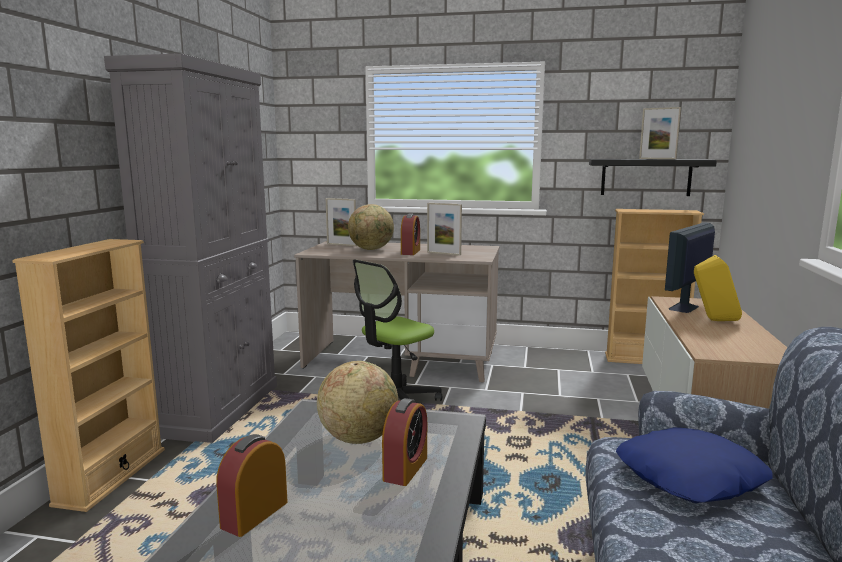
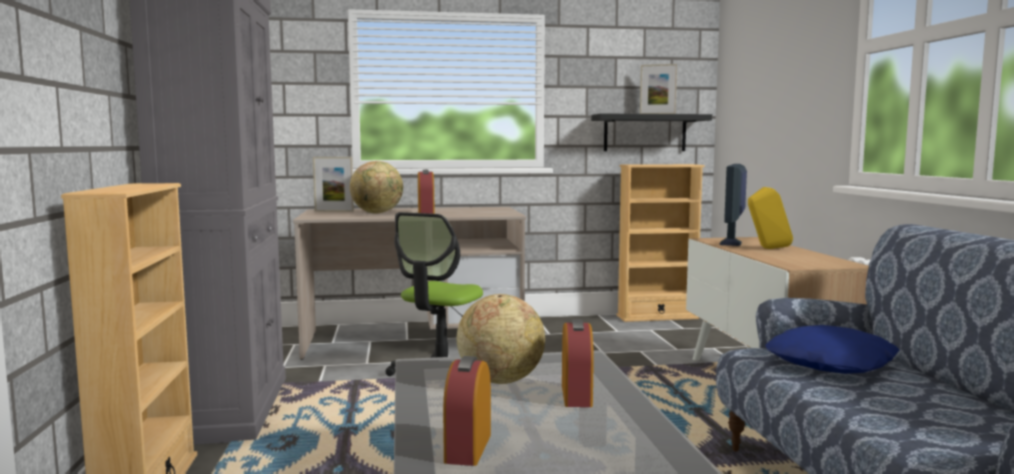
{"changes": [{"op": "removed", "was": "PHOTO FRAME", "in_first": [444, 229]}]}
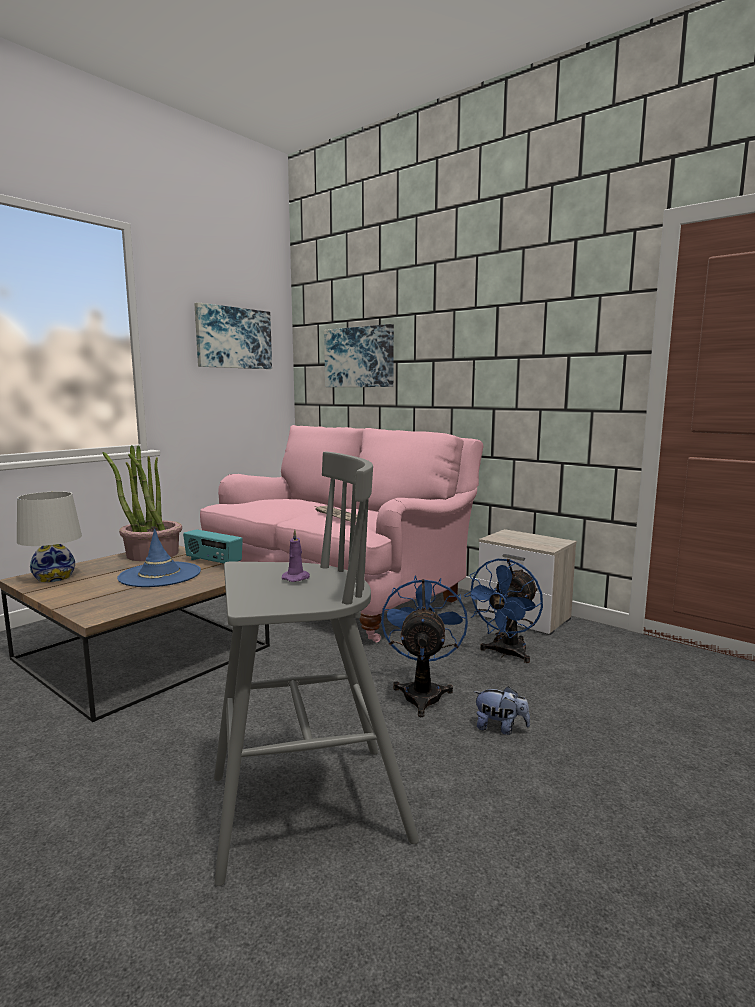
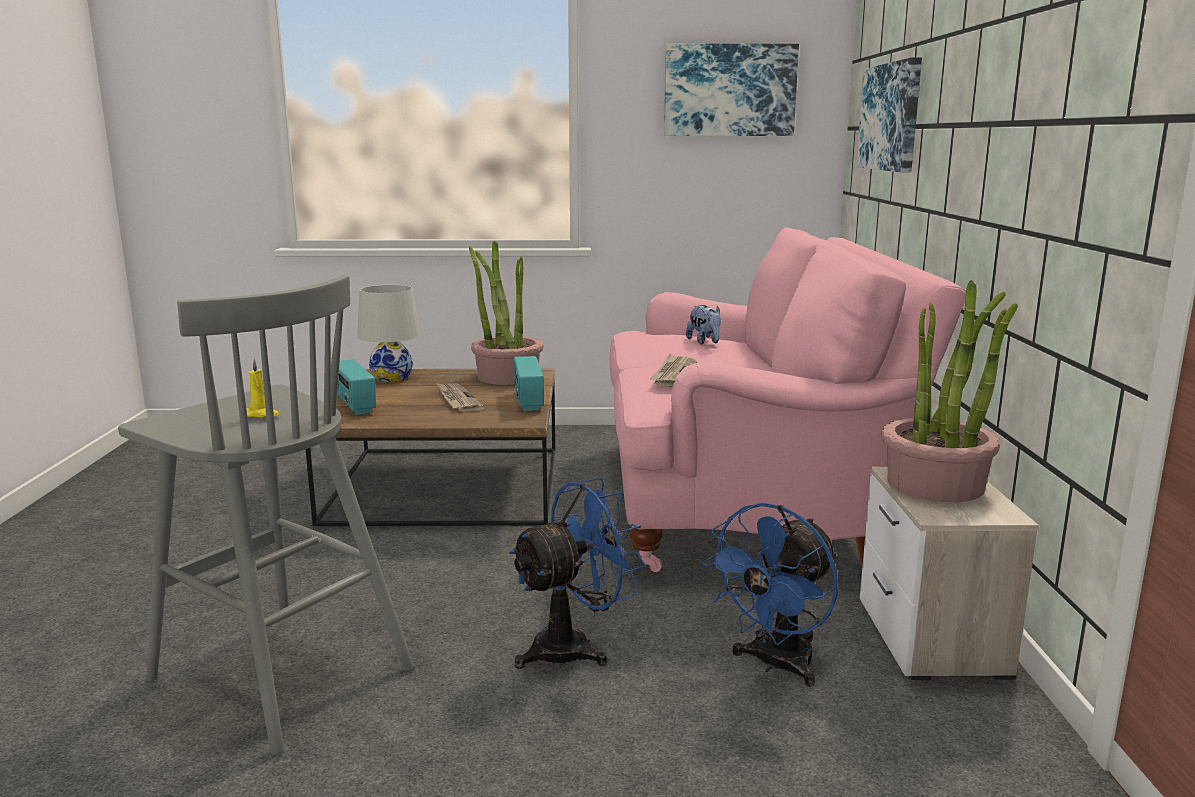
{"changes": [{"op": "added", "now": "RADIO", "in_second": [356, 387]}, {"op": "added", "now": "PLANT IN A POT", "in_second": [950, 391]}, {"op": "moved", "was": "PLUSH TOY", "in_first": [502, 710], "in_second": [703, 325]}, {"op": "replaced", "was": "BLUISH WEARABLE HAT", "now": "PRINTED PAPER", "in_first": [159, 558], "in_second": [460, 397]}, {"op": "recoloured", "was": "PURPLISH WAX LIGHT", "now": "YELLOW WAX LIGHT", "in_first": [296, 555], "in_second": [262, 388]}, {"op": "turned", "was": "BLUISH FAN", "in_first": [503, 611], "in_second": [770, 594], "clockwise": -45}]}
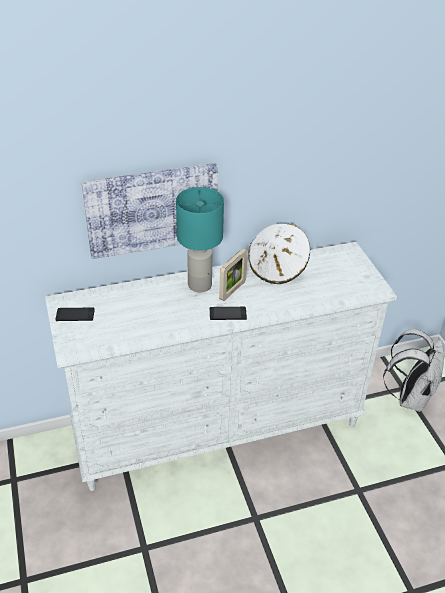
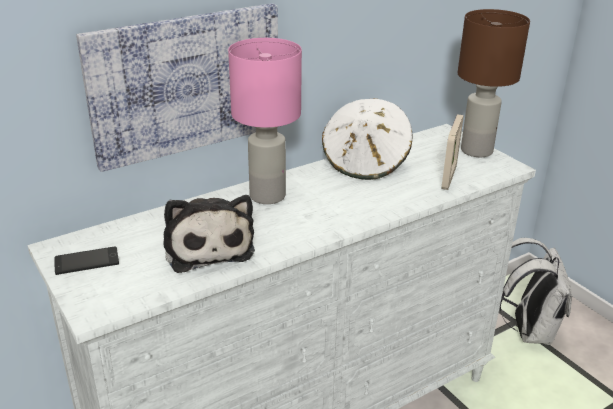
{"changes": [{"op": "removed", "was": "PHONE", "in_first": [228, 313]}, {"op": "added", "now": "PLUSH TOY", "in_second": [209, 234]}, {"op": "added", "now": "BROWNISH LAMP FOR A TABLE", "in_second": [493, 83]}, {"op": "moved", "was": "PHOTO FRAME", "in_first": [233, 274], "in_second": [452, 152]}, {"op": "recoloured", "was": "BLUE-GREEN LAMP FOR A TABLE", "now": "PINK LAMP FOR A TABLE", "in_first": [200, 239], "in_second": [265, 121]}]}
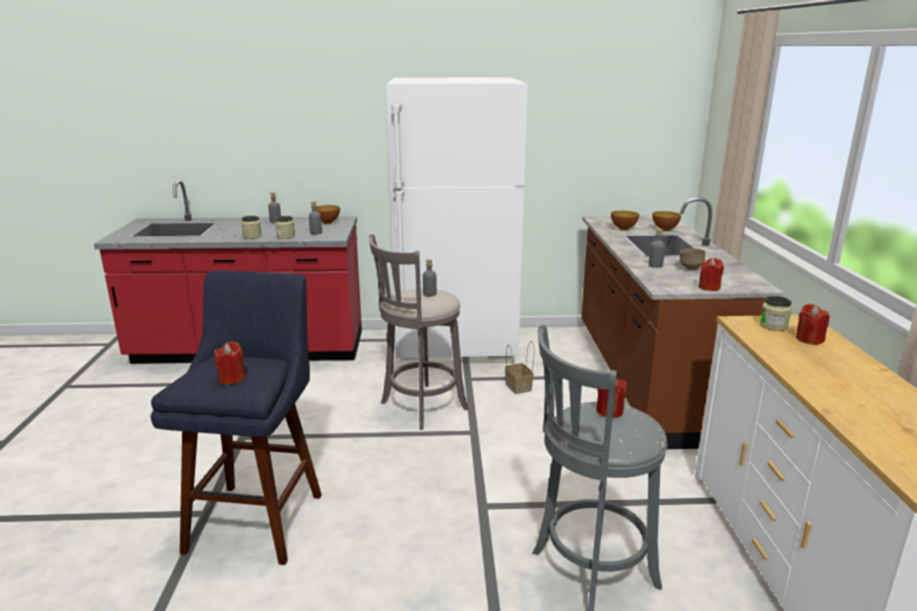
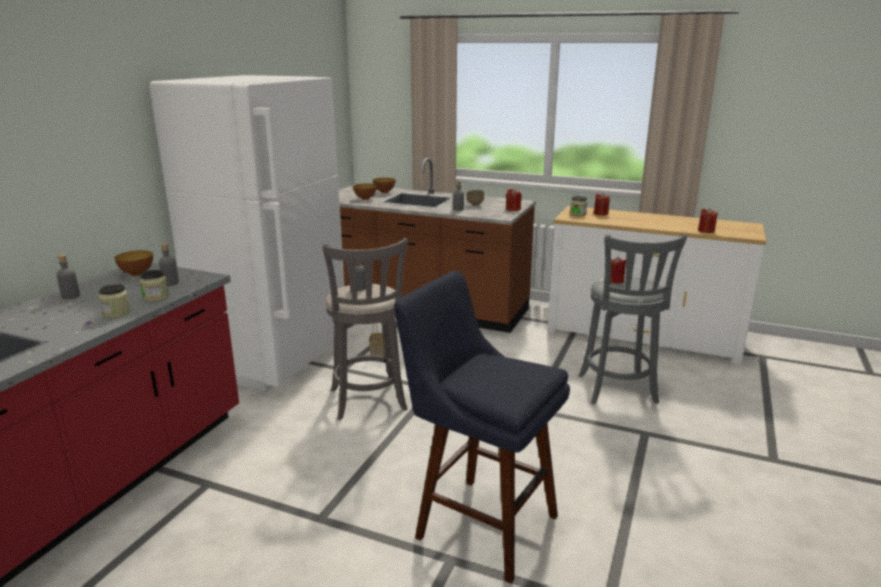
{"changes": [{"op": "moved", "was": "RED-COLOURED WAX LIGHT", "in_first": [230, 363], "in_second": [708, 220]}]}
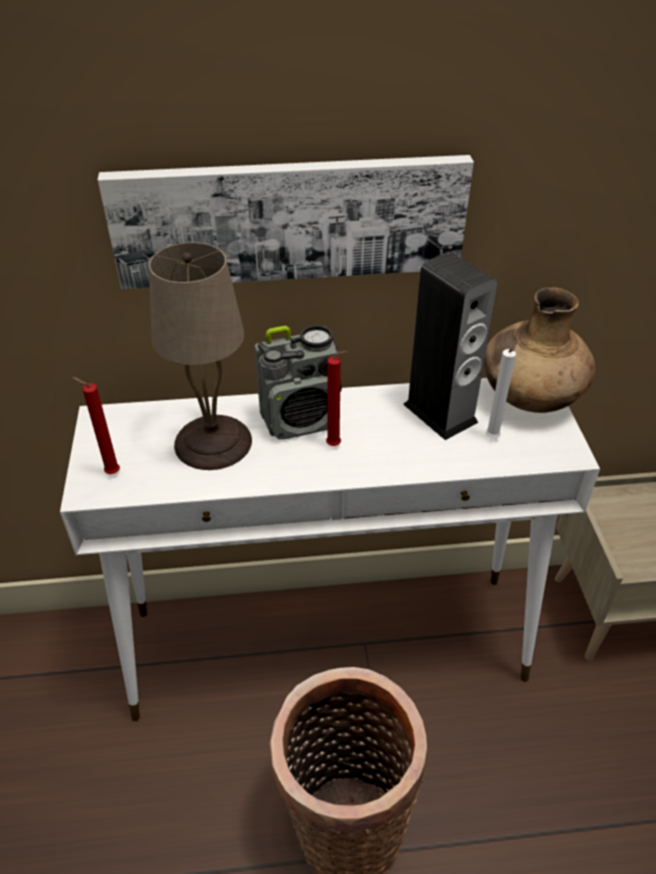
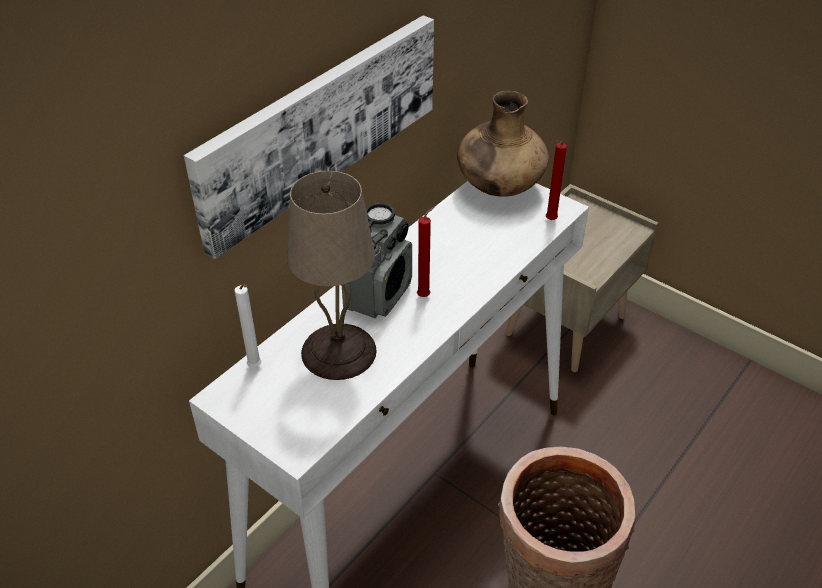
{"changes": [{"op": "removed", "was": "AUDIO SPEAKER", "in_first": [450, 346]}, {"op": "moved", "was": "RED-COLOURED WAX LIGHT", "in_first": [95, 425], "in_second": [556, 180]}, {"op": "moved", "was": "WHITE WAX LIGHT", "in_first": [501, 393], "in_second": [248, 326]}]}
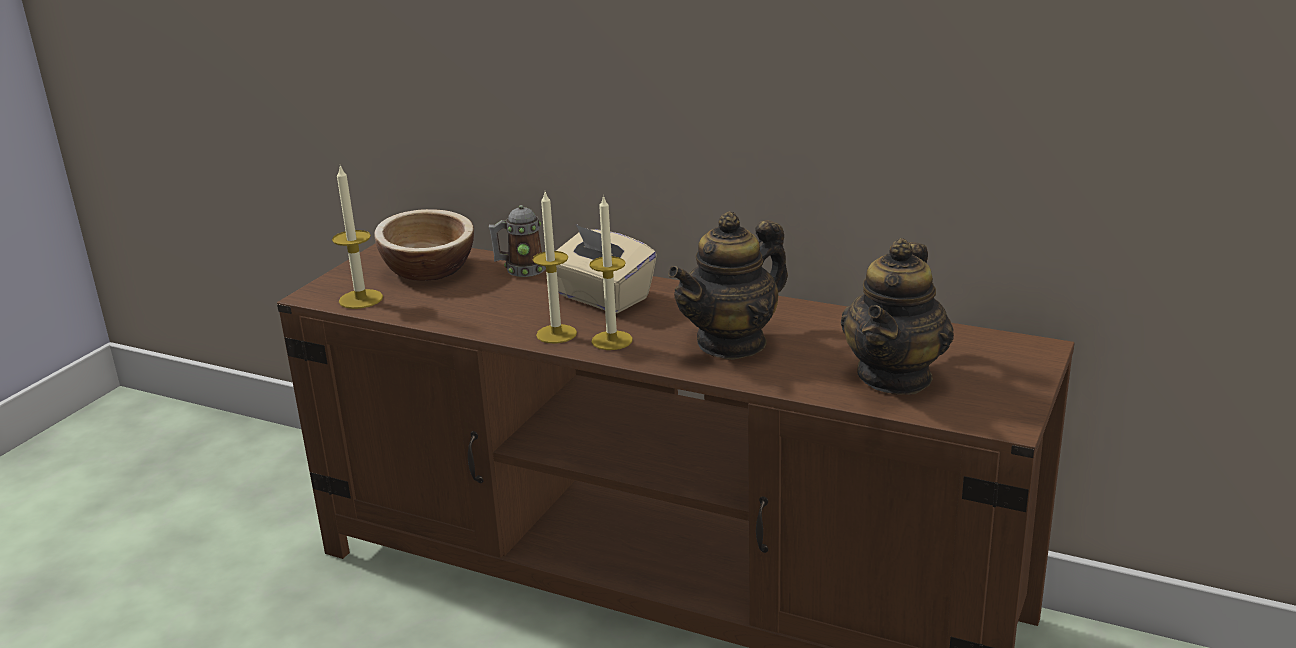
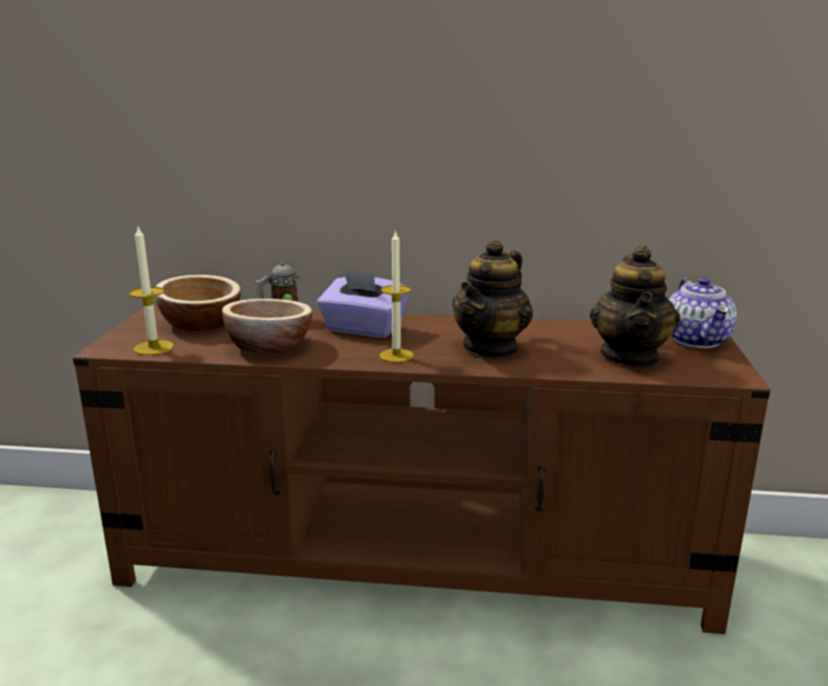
{"changes": [{"op": "removed", "was": "WAX LIGHT", "in_first": [555, 267]}, {"op": "added", "now": "DEEP DISH", "in_second": [267, 326]}, {"op": "added", "now": "POT FOR TEA", "in_second": [703, 312]}, {"op": "recoloured", "was": "BEIGE TISSUE HOLDER", "now": "PURPLISH TISSUE HOLDER", "in_first": [606, 268], "in_second": [363, 303]}]}
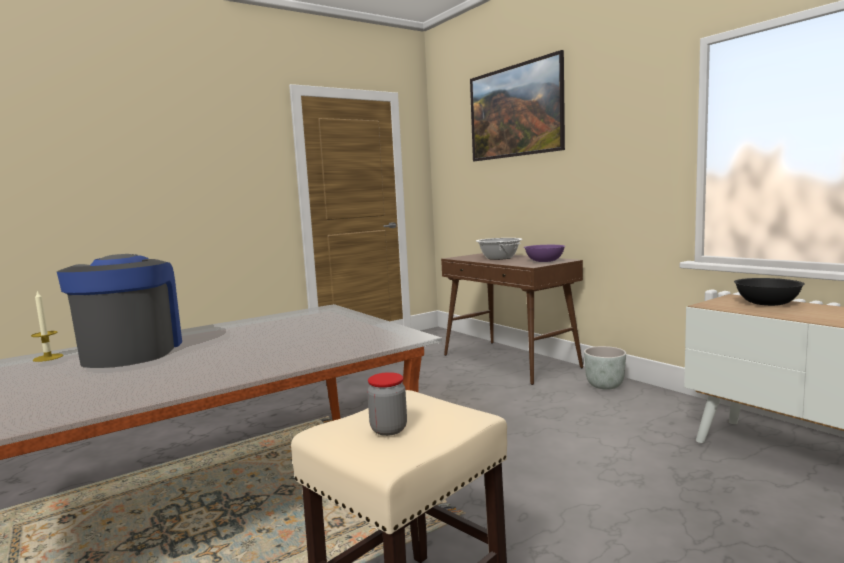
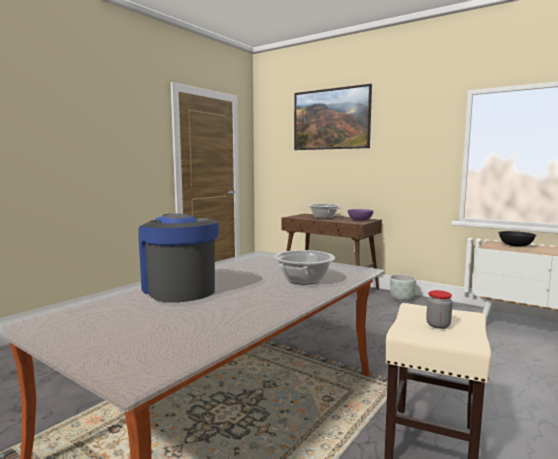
{"changes": [{"op": "removed", "was": "WAX LIGHT", "in_first": [47, 326]}, {"op": "added", "now": "COOKING POT", "in_second": [304, 267]}]}
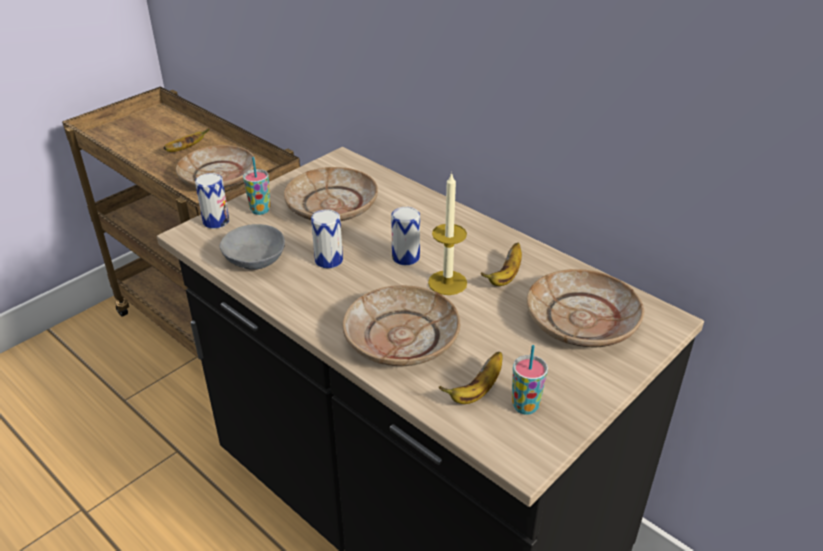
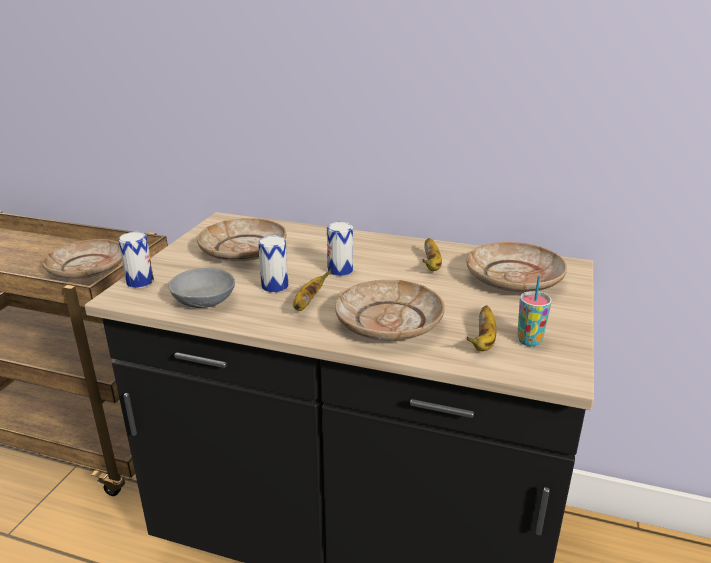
{"changes": [{"op": "removed", "was": "SMALL CUP", "in_first": [256, 186]}, {"op": "removed", "was": "WAX LIGHT", "in_first": [447, 233]}, {"op": "moved", "was": "BANANA", "in_first": [187, 140], "in_second": [312, 290]}]}
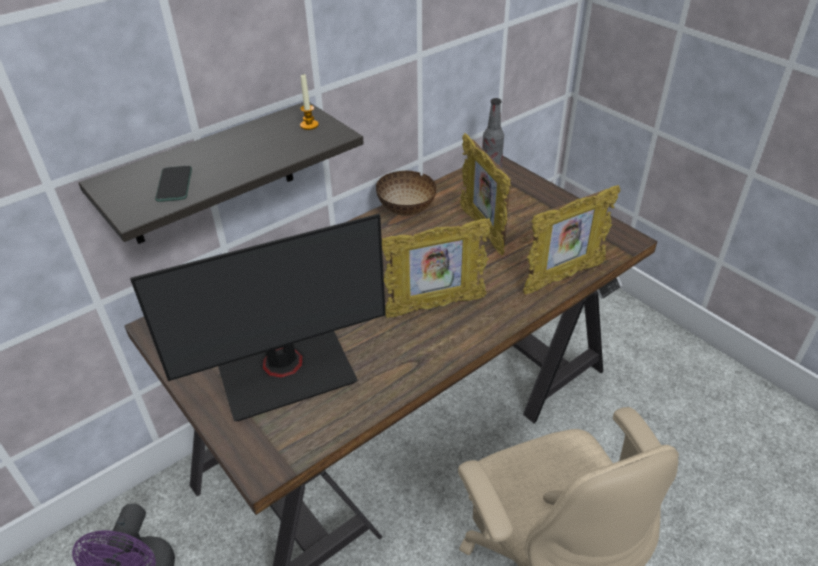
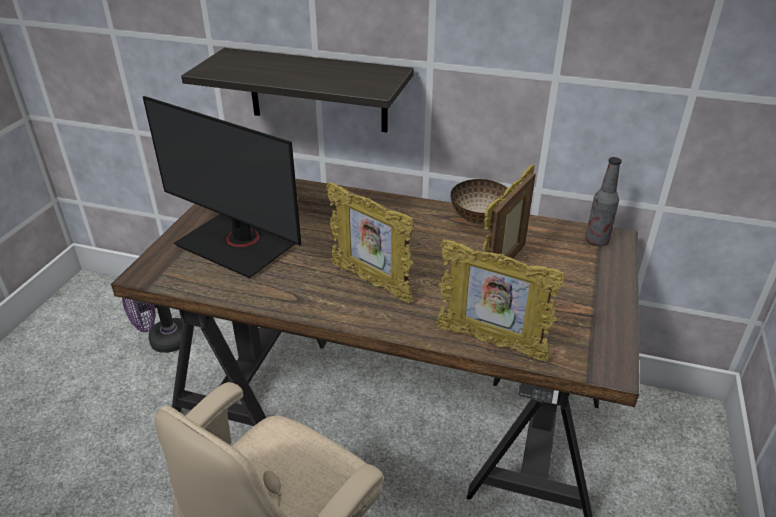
{"changes": [{"op": "removed", "was": "PHONE", "in_first": [173, 184]}, {"op": "removed", "was": "WAX LIGHT", "in_first": [309, 102]}]}
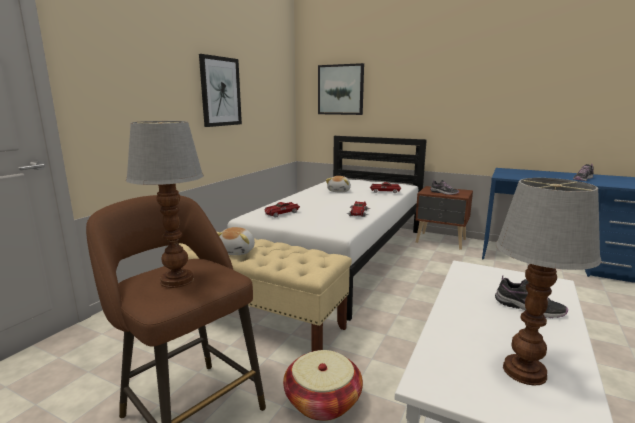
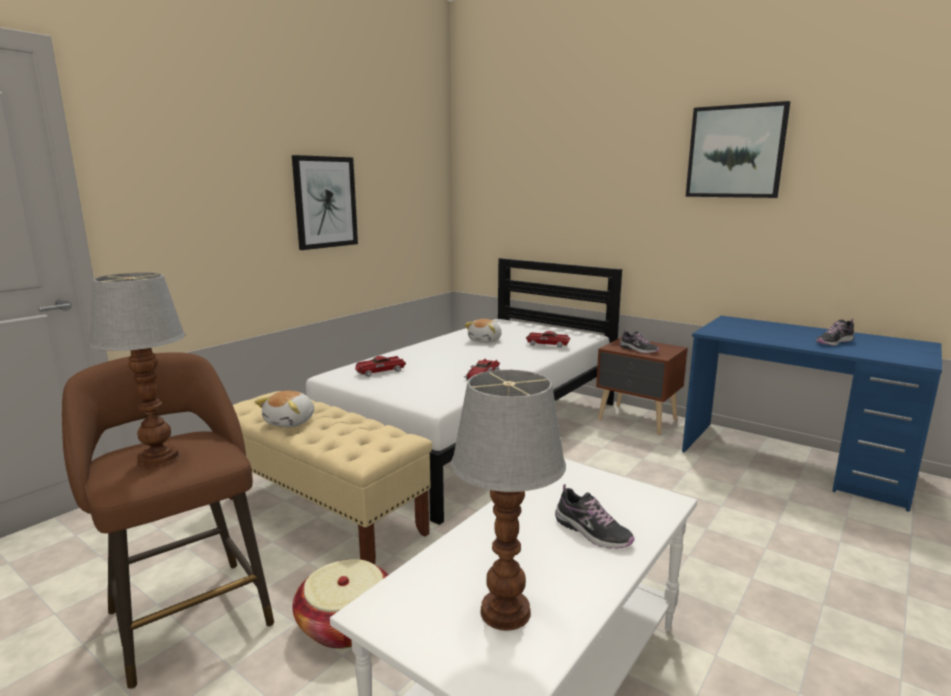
{"changes": [{"op": "moved", "was": "WALL PICTURE", "in_first": [341, 89], "in_second": [738, 149]}]}
